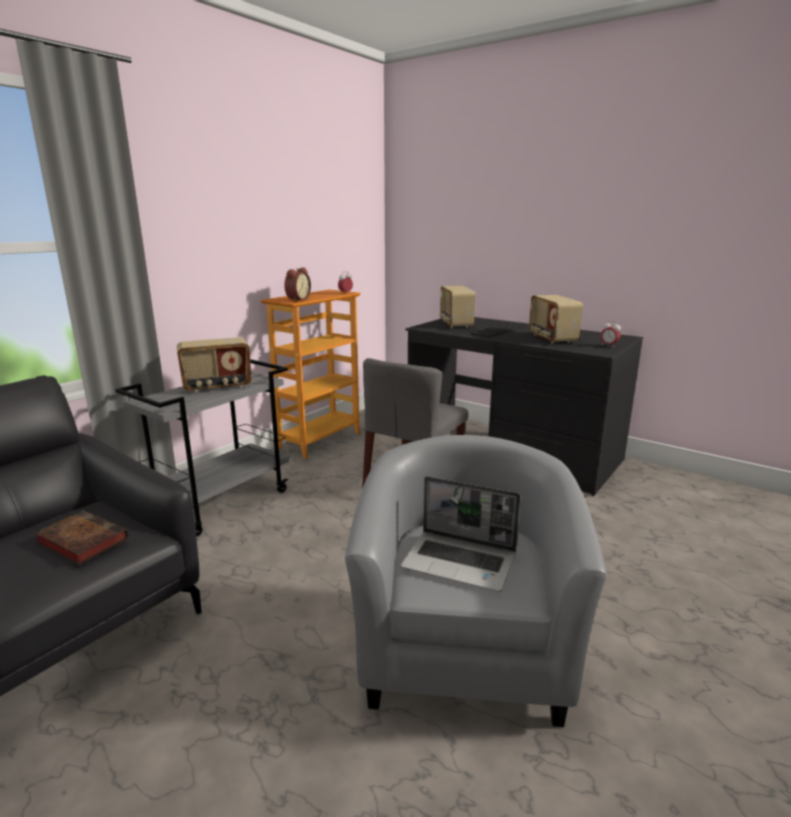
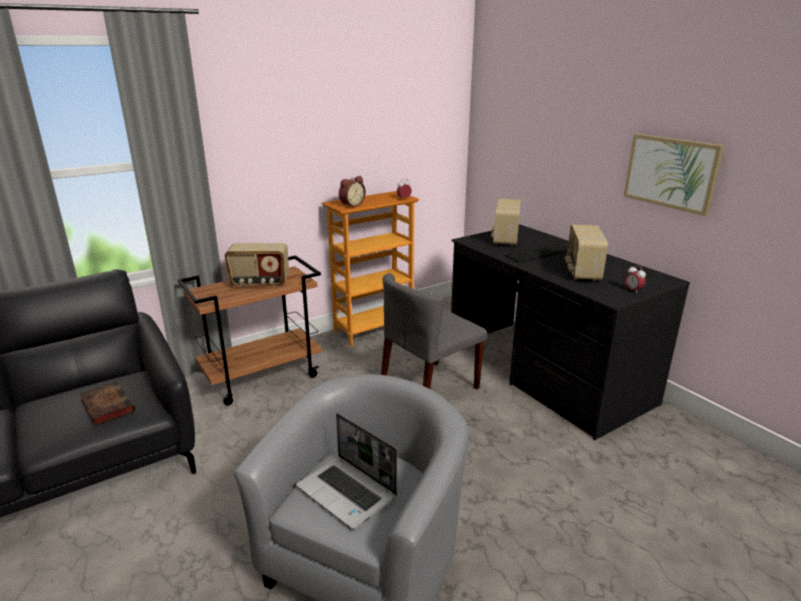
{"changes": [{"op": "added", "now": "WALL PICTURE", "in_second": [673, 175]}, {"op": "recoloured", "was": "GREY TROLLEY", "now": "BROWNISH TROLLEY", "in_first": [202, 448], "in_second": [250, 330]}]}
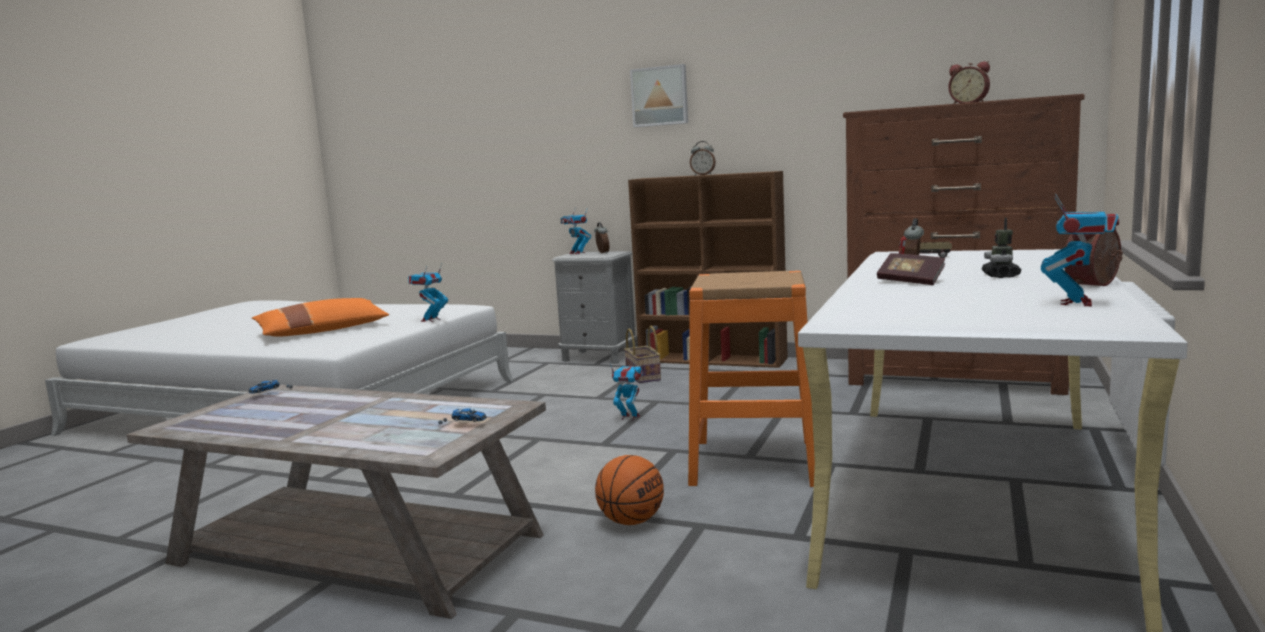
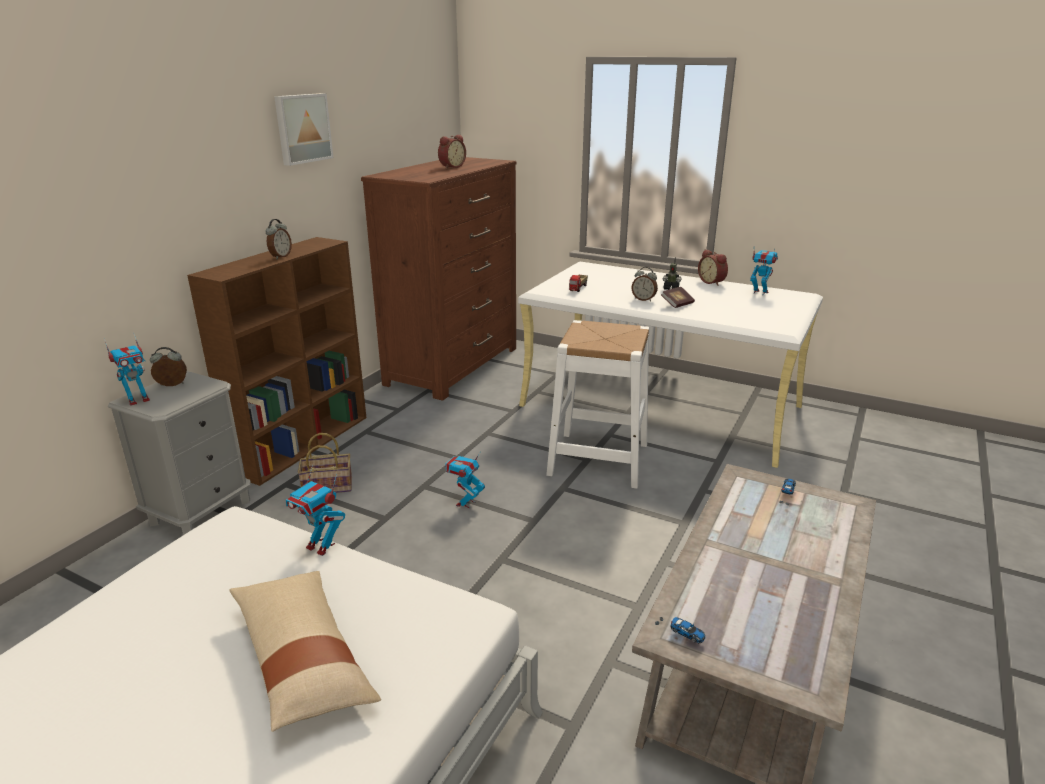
{"changes": [{"op": "removed", "was": "BASKETBALL BALL", "in_first": [629, 490]}, {"op": "moved", "was": "WALL PICTURE", "in_first": [659, 95], "in_second": [303, 129]}, {"op": "recoloured", "was": "ORANGE-COLOURED PILLOW", "now": "BEIGE PILLOW", "in_first": [320, 317], "in_second": [305, 651]}, {"op": "recoloured", "was": "ORANGE-COLOURED STOOL", "now": "WHITE STOOL", "in_first": [751, 379], "in_second": [598, 404]}]}
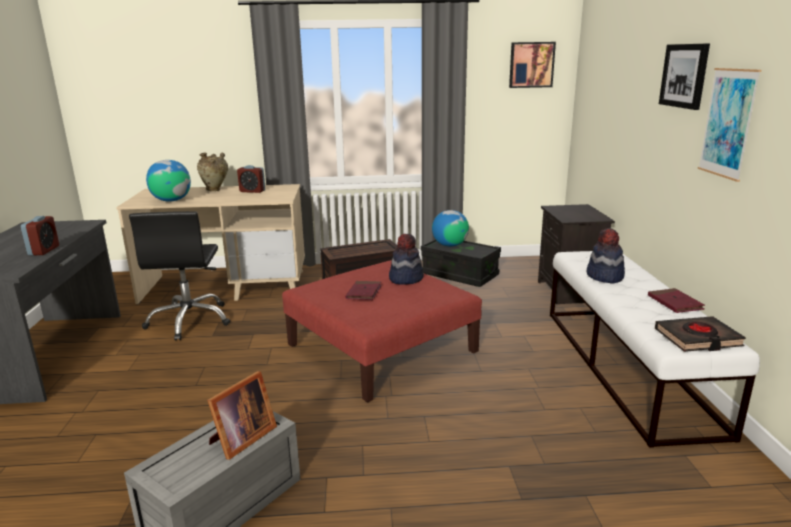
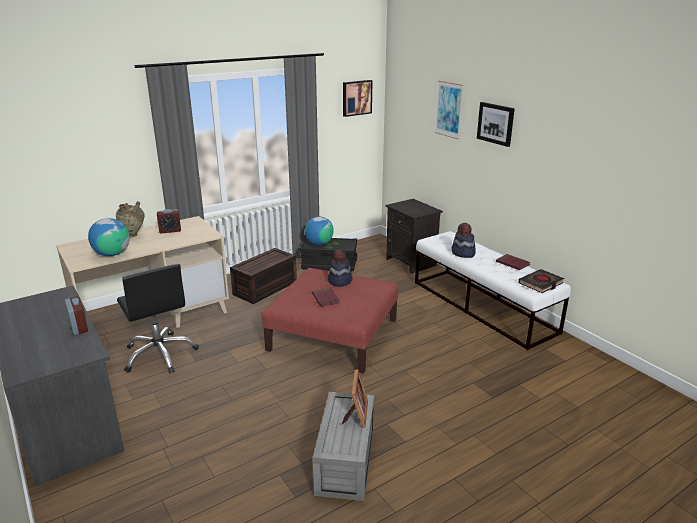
{"changes": [{"op": "moved", "was": "WALL PICTURE", "in_first": [729, 125], "in_second": [449, 109]}]}
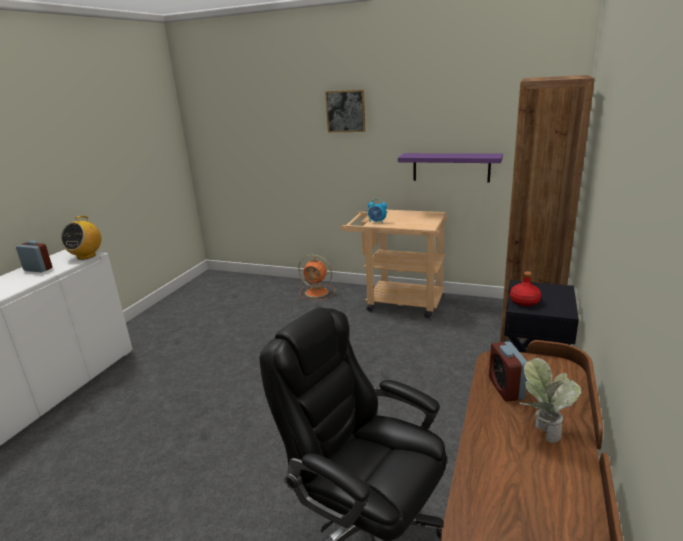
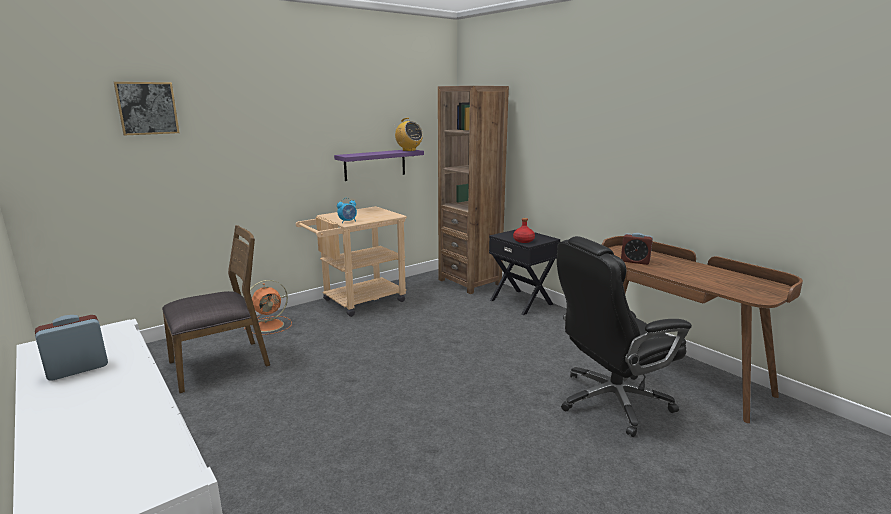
{"changes": [{"op": "removed", "was": "PLANT IN A POT", "in_first": [550, 400]}, {"op": "added", "now": "BROWNISH UPRIGHT CHAIR", "in_second": [216, 309]}, {"op": "moved", "was": "RADIO", "in_first": [81, 238], "in_second": [409, 134]}, {"op": "moved", "was": "WALL PICTURE", "in_first": [345, 111], "in_second": [147, 109]}]}
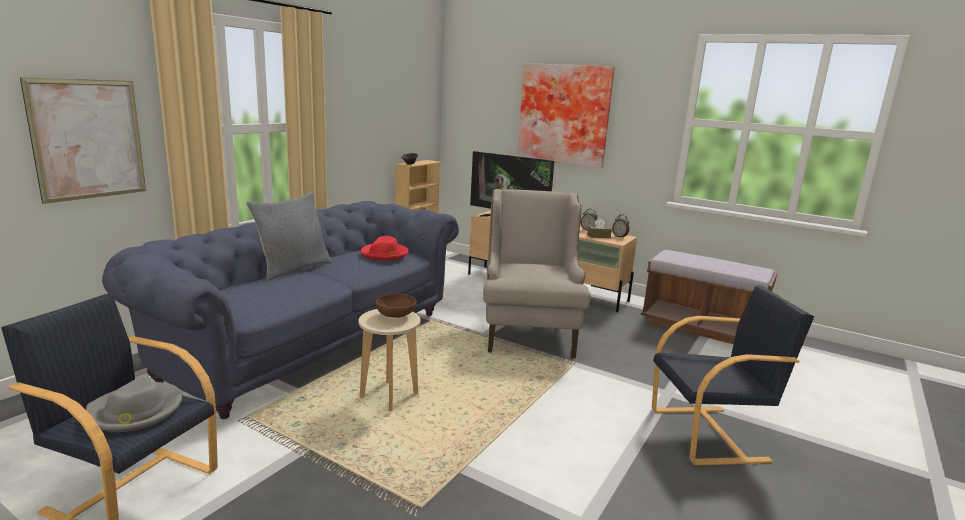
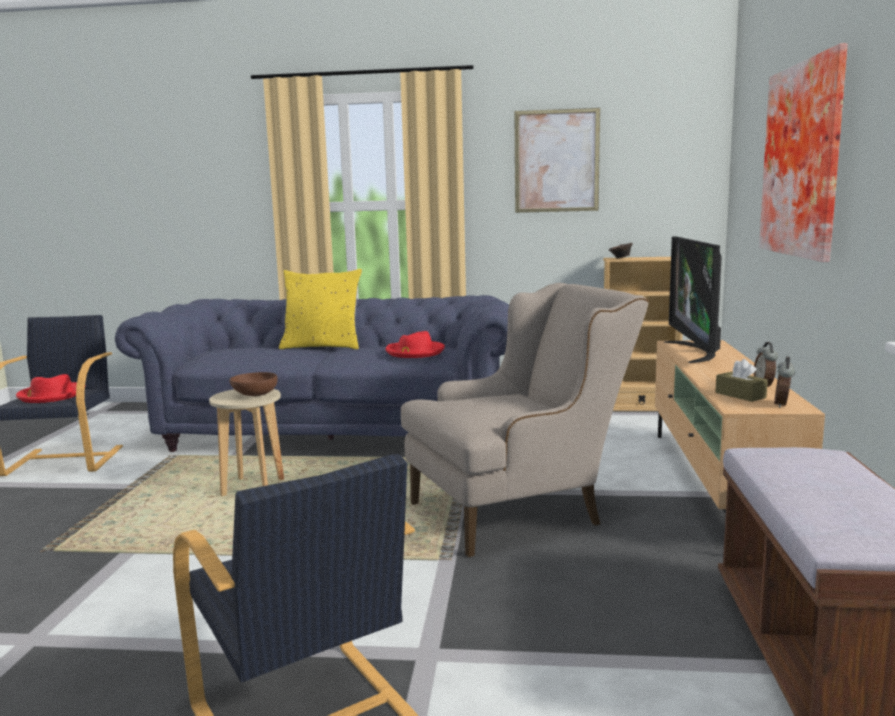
{"changes": [{"op": "moved", "was": "WALL PICTURE", "in_first": [83, 140], "in_second": [557, 160]}, {"op": "recoloured", "was": "GREY WEARABLE HAT", "now": "RED-COLOURED WEARABLE HAT", "in_first": [134, 404], "in_second": [46, 388]}, {"op": "recoloured", "was": "GREY PILLOW", "now": "YELLOW PILLOW", "in_first": [289, 236], "in_second": [320, 309]}]}
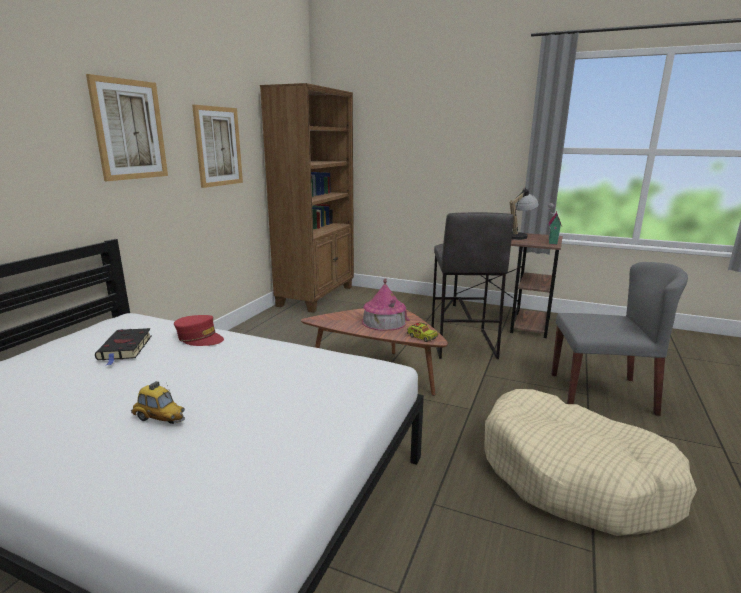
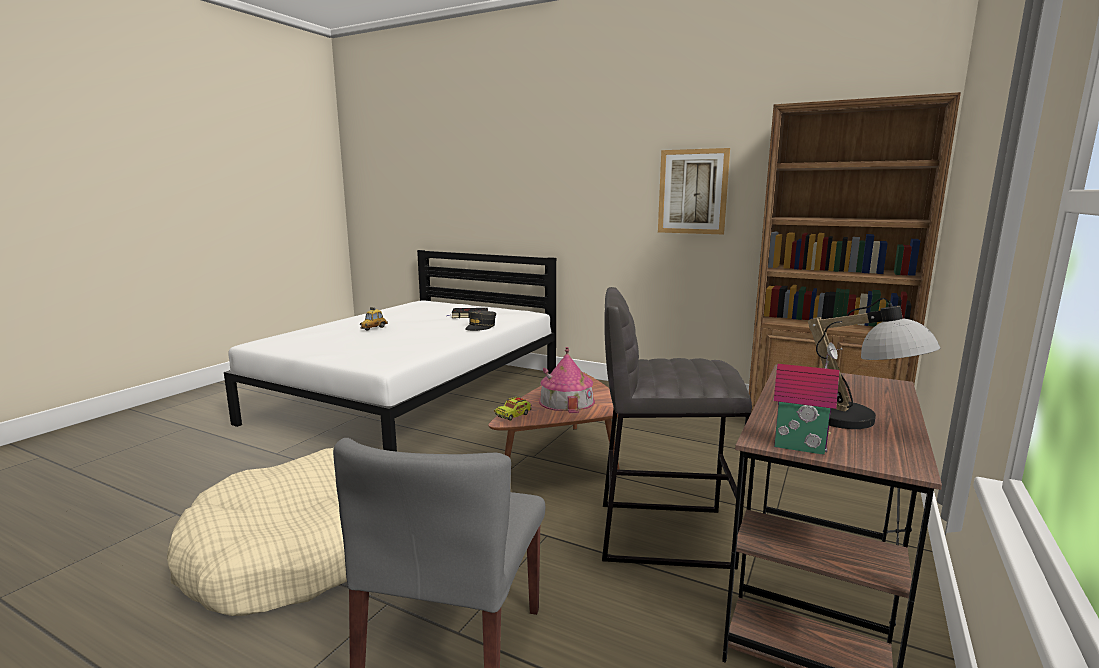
{"changes": [{"op": "removed", "was": "WALL PICTURE", "in_first": [127, 127]}, {"op": "recoloured", "was": "RED-COLOURED PEAKED CAP", "now": "GREY PEAKED CAP", "in_first": [199, 330], "in_second": [480, 321]}]}
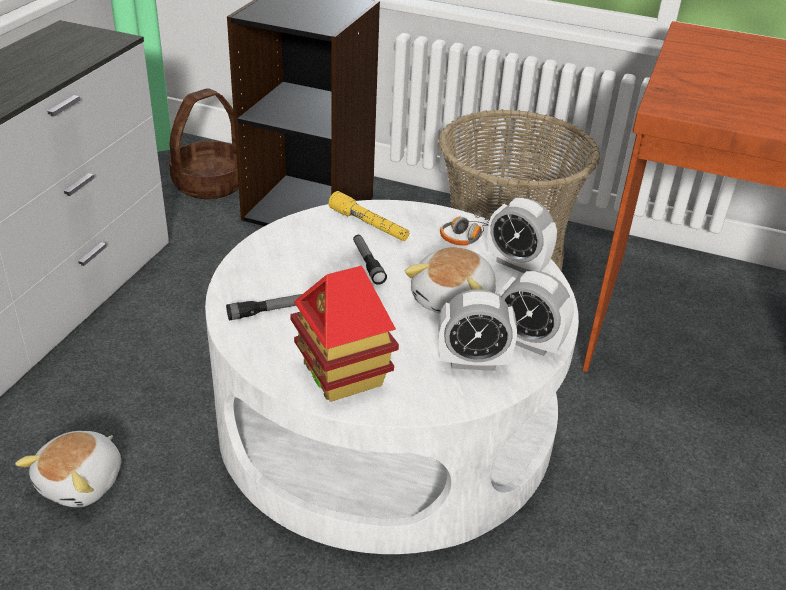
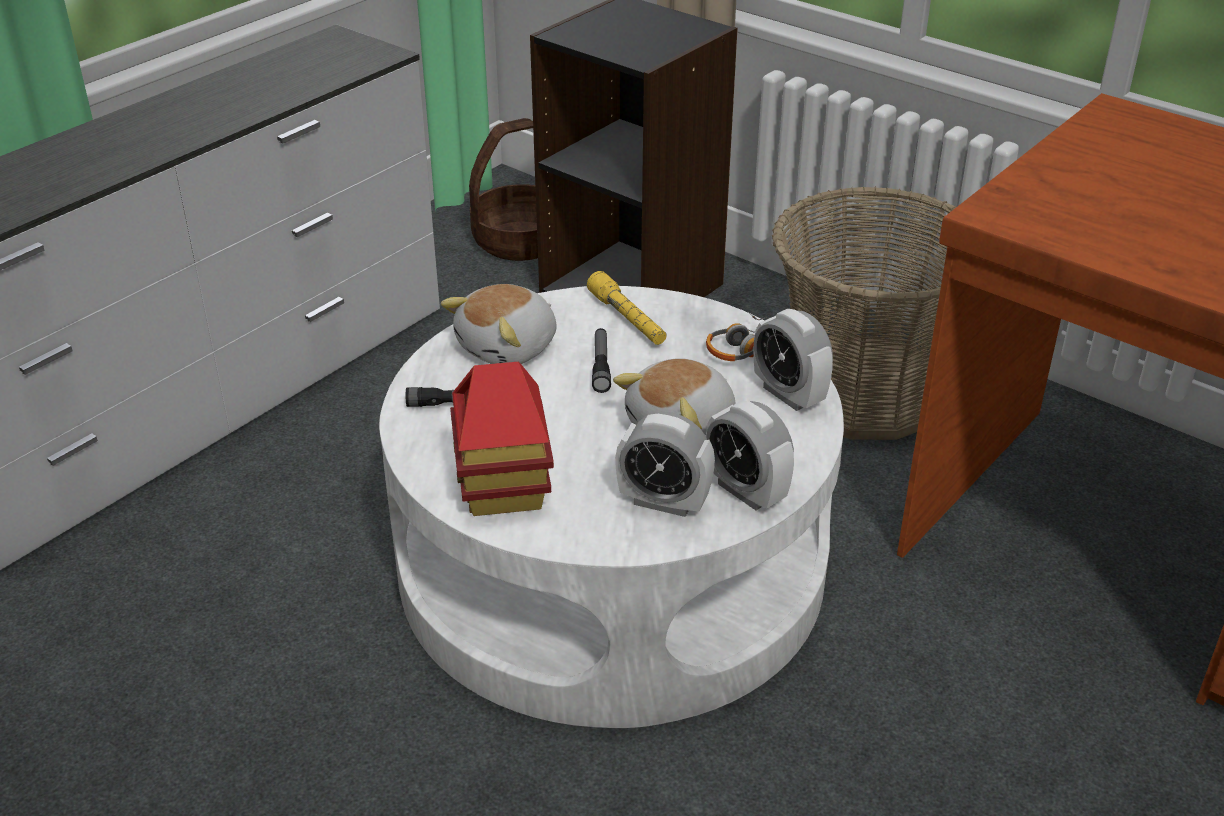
{"changes": [{"op": "moved", "was": "PLUSH TOY", "in_first": [68, 469], "in_second": [498, 324]}]}
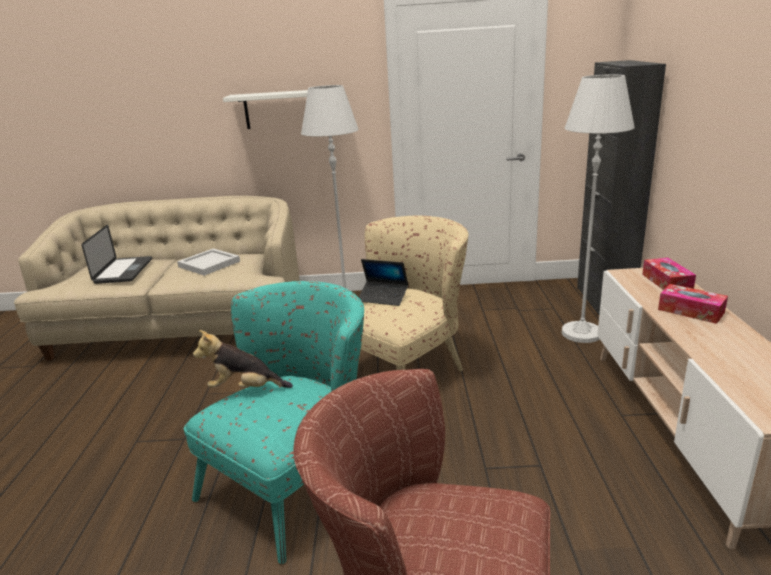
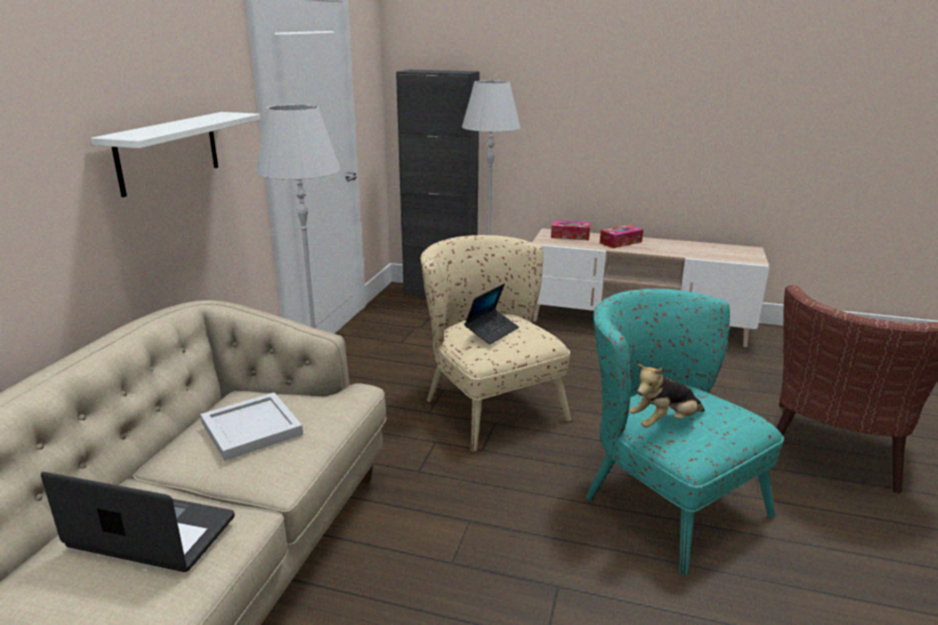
{"changes": [{"op": "turned", "was": "PLUSH TOY", "in_first": [243, 359], "in_second": [667, 396], "clockwise": 45}]}
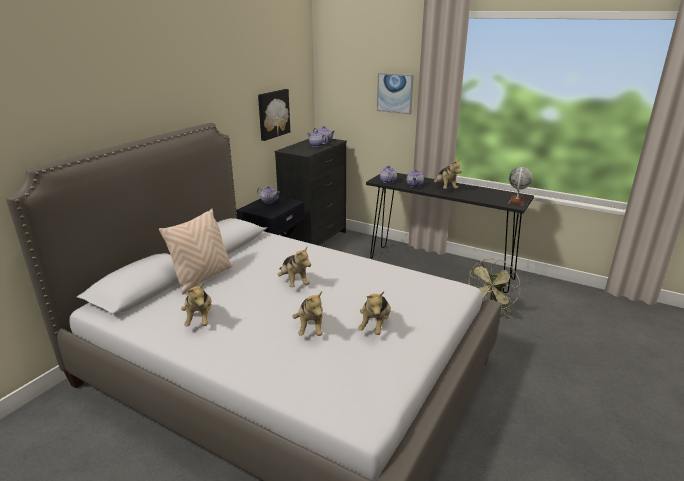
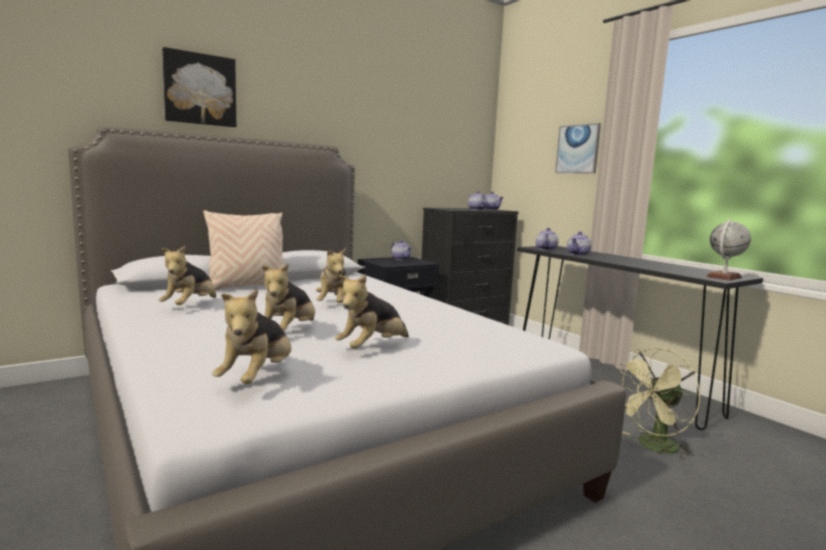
{"changes": [{"op": "moved", "was": "WALL PICTURE", "in_first": [274, 115], "in_second": [199, 87]}, {"op": "moved", "was": "PLUSH TOY", "in_first": [448, 174], "in_second": [251, 336]}]}
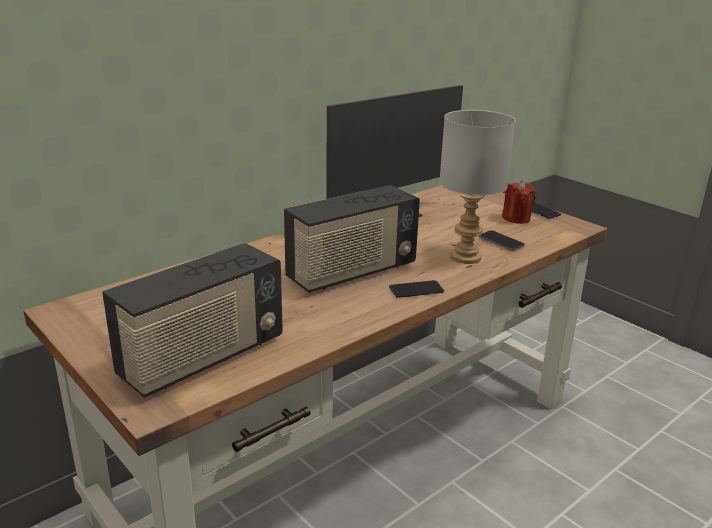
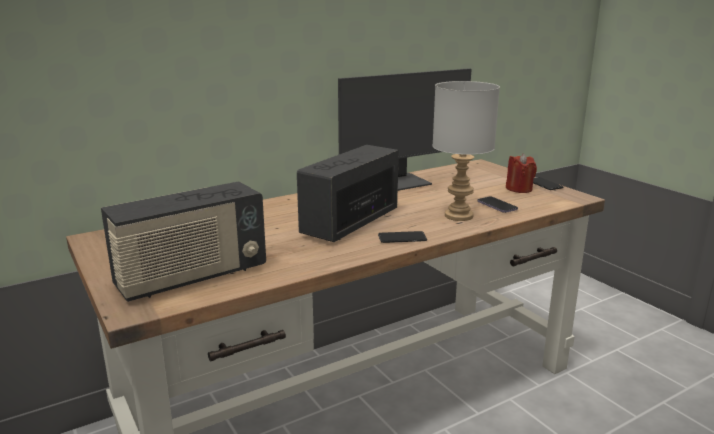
{"changes": [{"op": "turned", "was": "RADIO", "in_first": [352, 239], "in_second": [348, 193], "clockwise": 150}]}
